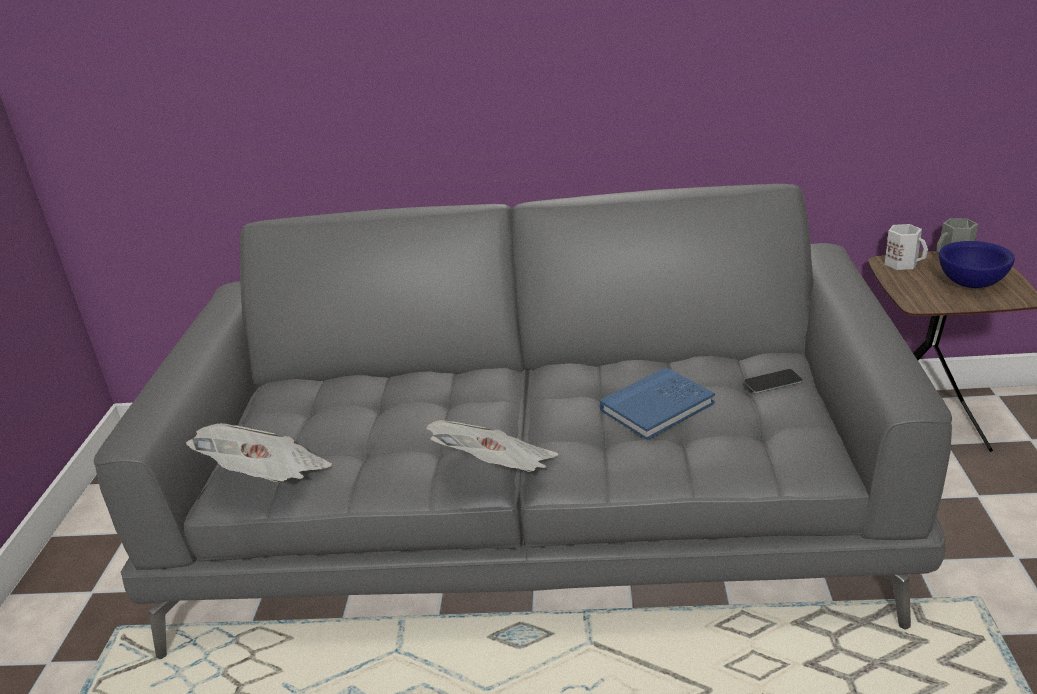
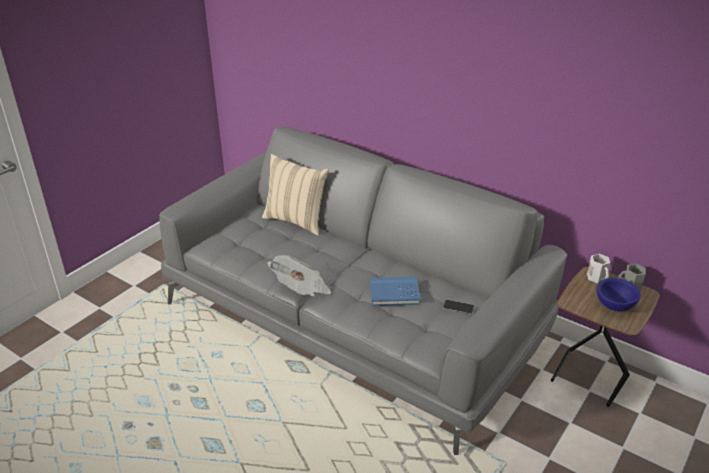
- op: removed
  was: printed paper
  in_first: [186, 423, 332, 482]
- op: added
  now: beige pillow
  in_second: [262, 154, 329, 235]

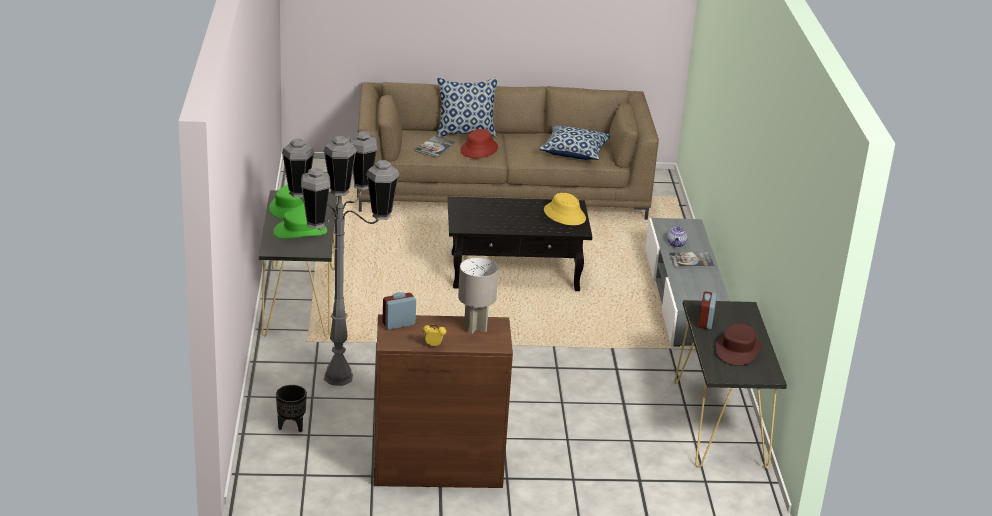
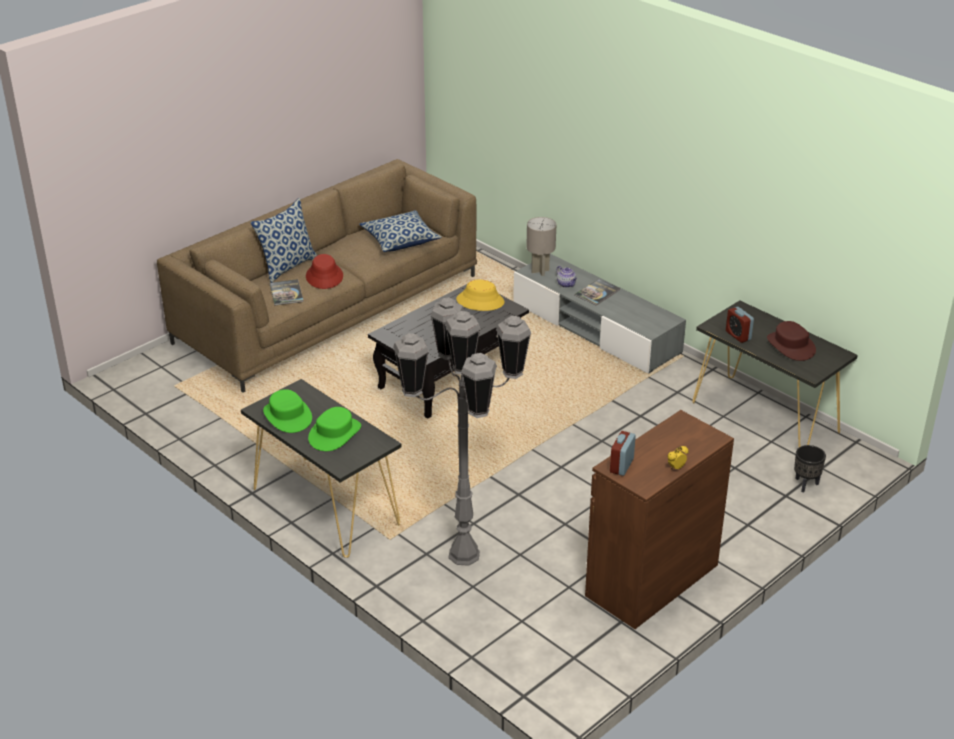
- op: moved
  was: black-coloured plant pot
  in_first: [276, 385, 307, 432]
  in_second: [794, 445, 826, 493]
- op: moved
  was: gray tabletop lamp
  in_first: [458, 257, 498, 334]
  in_second: [526, 217, 556, 276]

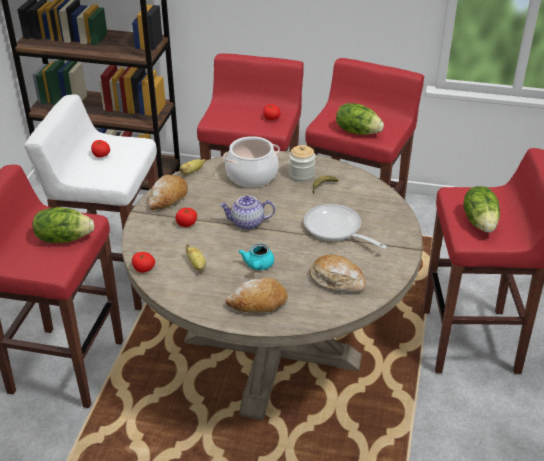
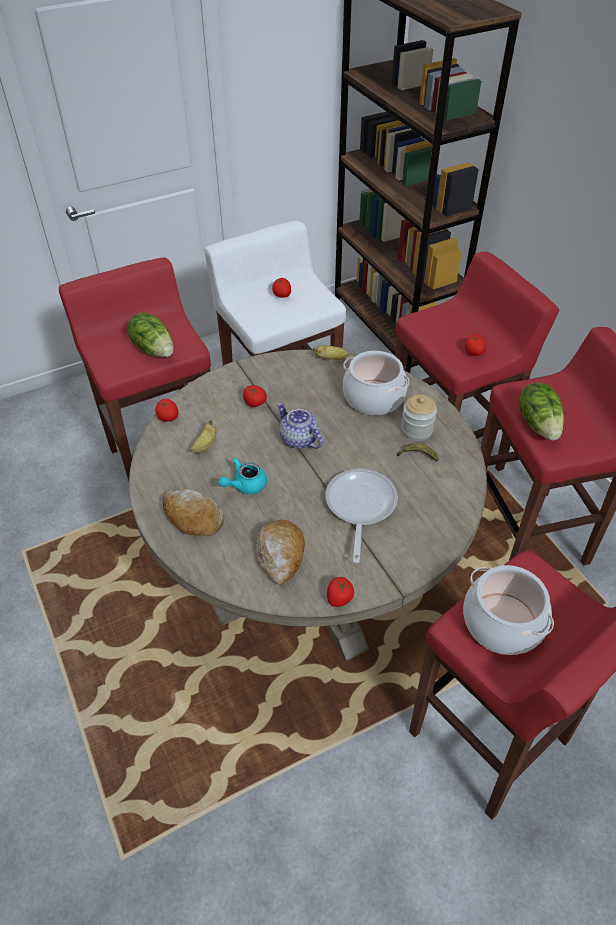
- op: removed
  was: bakery bread
  in_first: [148, 175, 188, 210]
- op: added
  now: whole tomato
  in_second: [327, 577, 354, 607]
- op: replaced
  was: head of lettuce
  now: stockpot
  in_first: [463, 186, 500, 233]
  in_second: [463, 565, 554, 655]

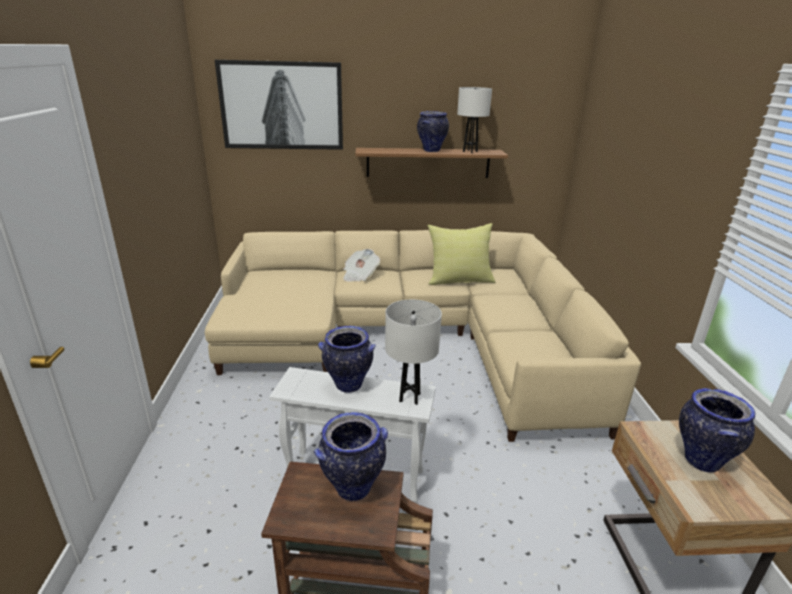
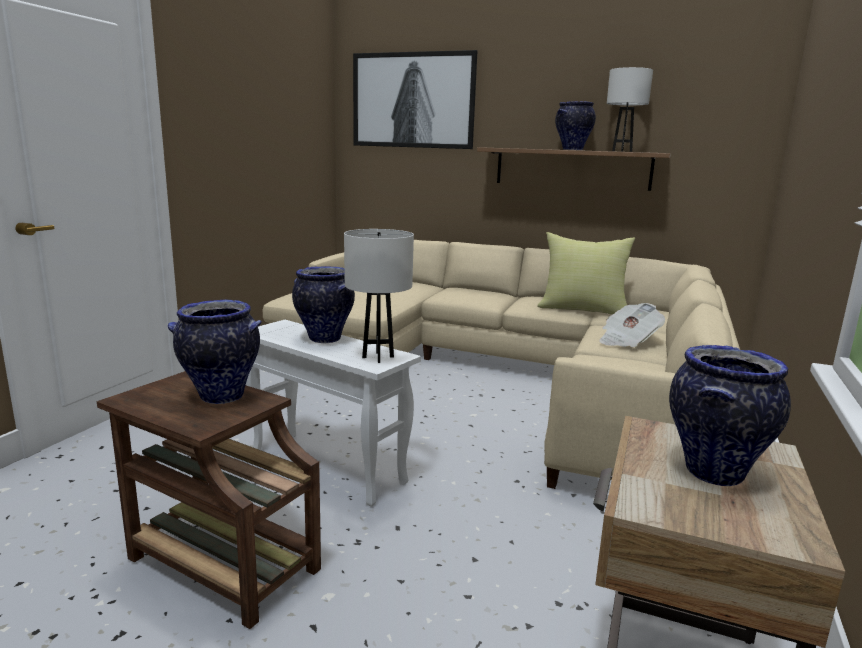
- op: moved
  was: printed paper
  in_first: [343, 249, 380, 282]
  in_second: [599, 303, 665, 347]

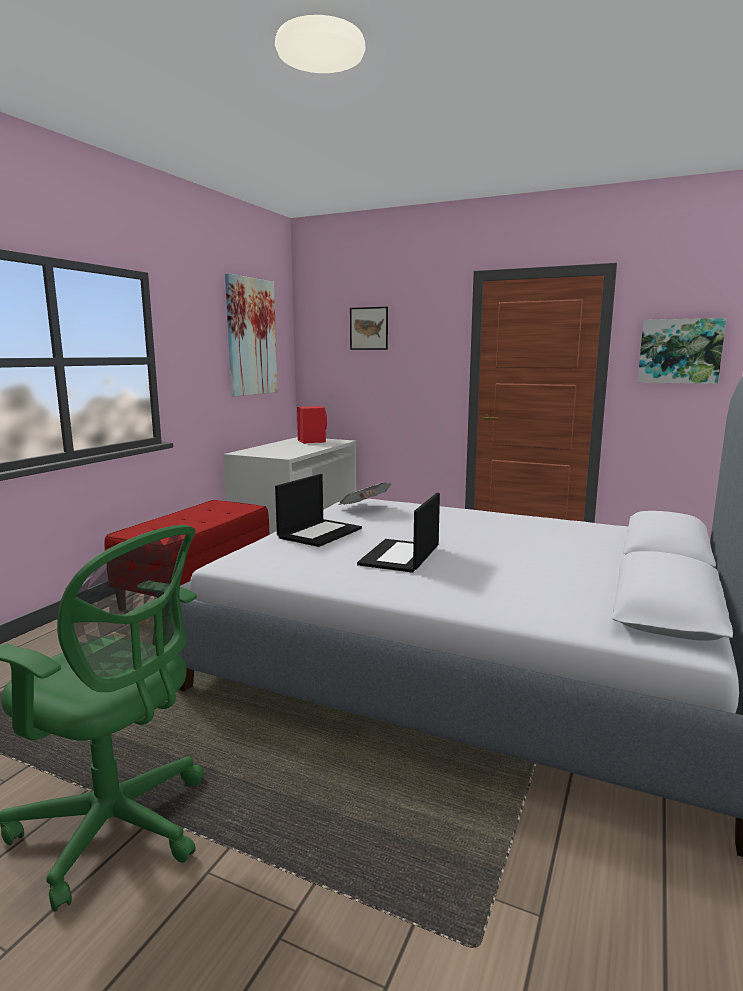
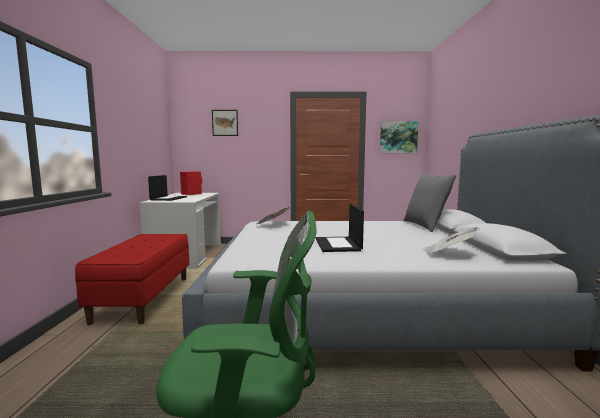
- op: removed
  was: wall art
  in_first: [225, 273, 278, 397]
- op: added
  now: gray pillow
  in_second: [404, 173, 456, 232]
- op: added
  now: printed paper
  in_second: [423, 227, 480, 254]
- op: moved
  was: notebook computer
  in_first: [275, 474, 362, 547]
  in_second: [148, 175, 187, 201]

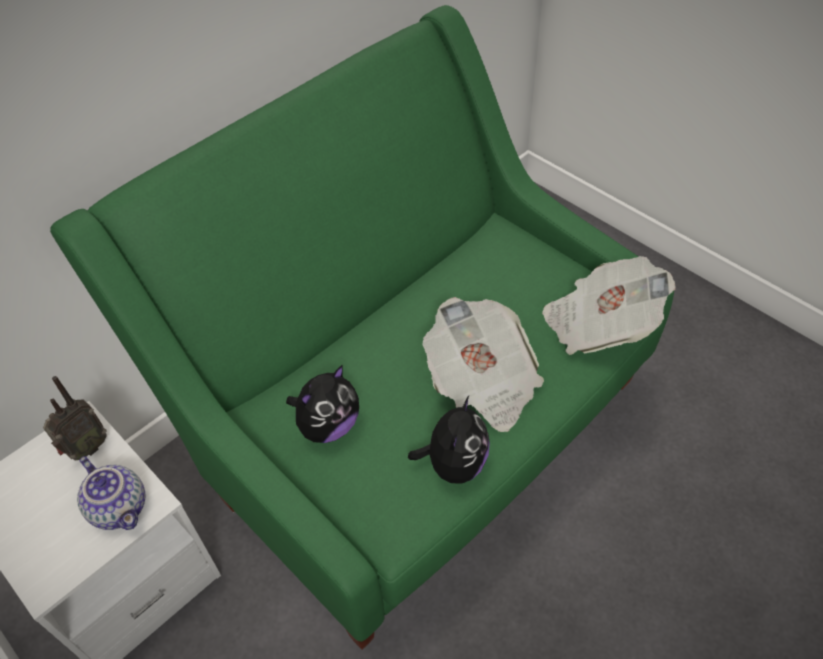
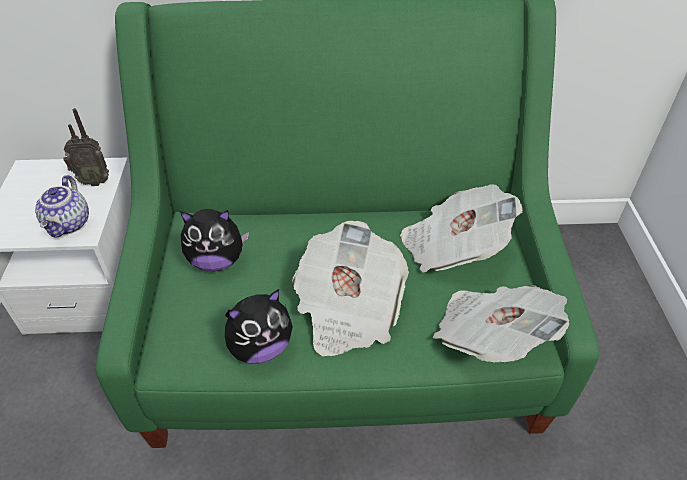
- op: added
  now: printed paper
  in_second: [400, 184, 523, 273]

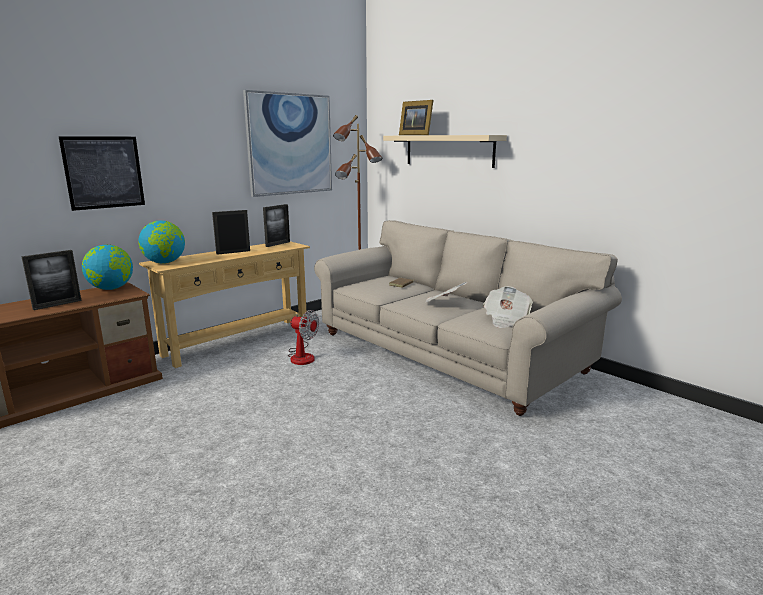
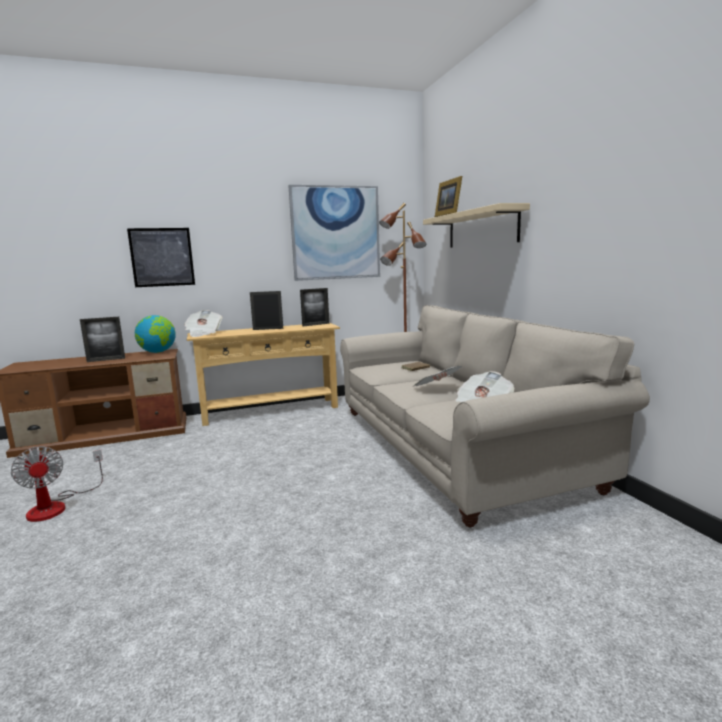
- op: moved
  was: cooling fan
  in_first: [288, 310, 319, 365]
  in_second: [11, 447, 103, 522]
- op: replaced
  was: world globe
  now: printed paper
  in_first: [138, 221, 185, 264]
  in_second: [184, 310, 223, 337]

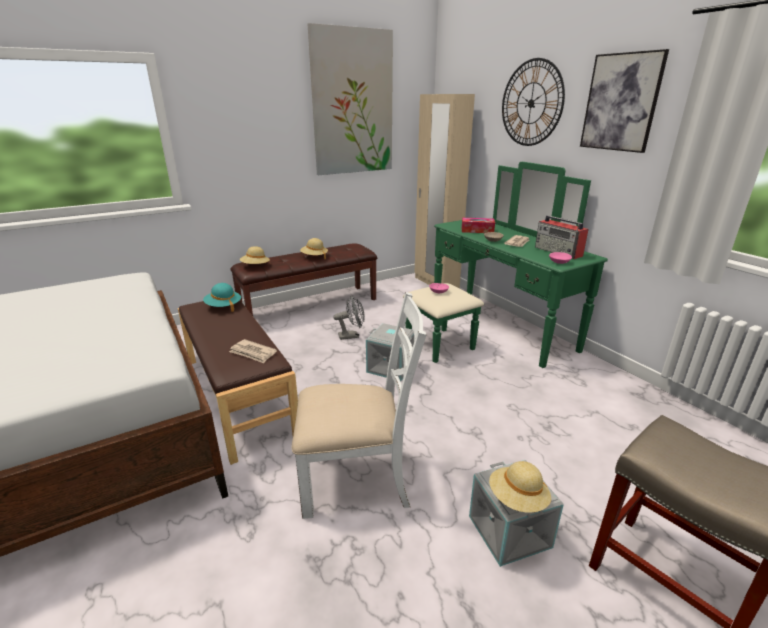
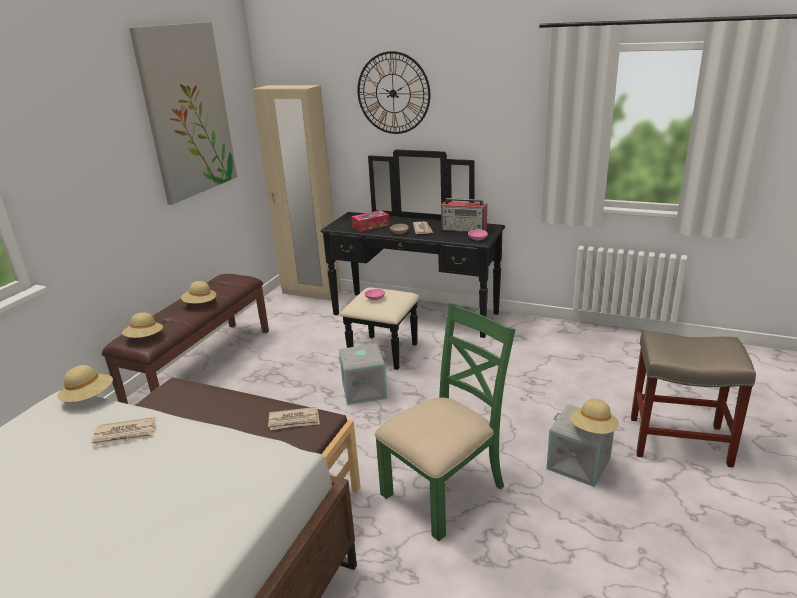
- op: removed
  was: turquoise-coloured clothing hat
  in_first: [203, 283, 241, 312]
- op: removed
  was: gray cooling fan
  in_first: [333, 296, 365, 340]
- op: removed
  was: wall art
  in_first: [580, 49, 669, 153]
- op: added
  now: beige clothing hat
  in_second: [58, 365, 113, 402]
- op: added
  now: printed paper
  in_second: [91, 417, 156, 447]
- op: recoloured
  was: whitish chair
  now: green-coloured chair
  in_first: [292, 292, 427, 519]
  in_second: [375, 303, 516, 541]
- op: recoloured
  was: green-coloured chest of drawers
  now: black-coloured chest of drawers
  in_first: [403, 162, 608, 368]
  in_second: [320, 150, 505, 370]

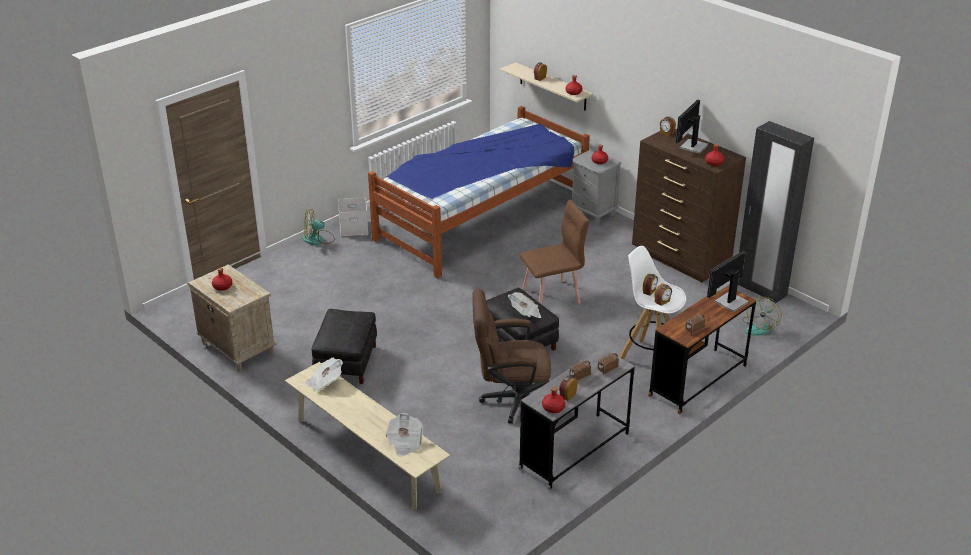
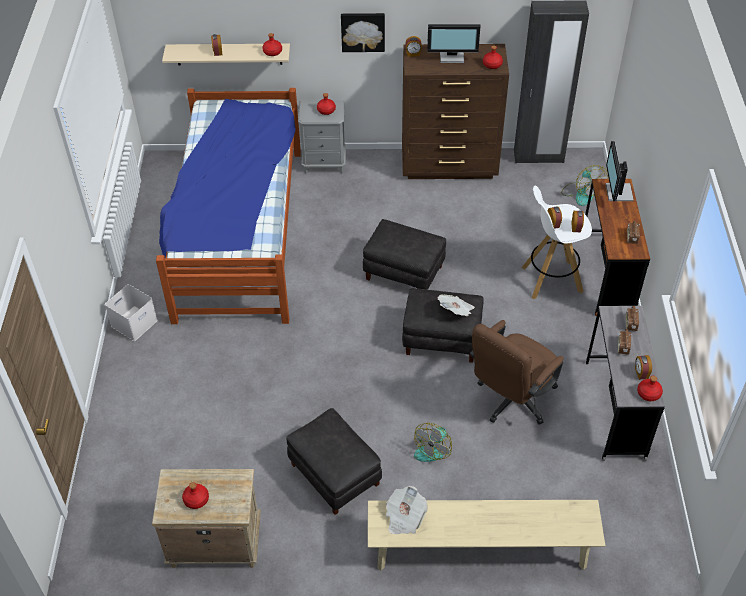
- op: removed
  was: printed paper
  in_first: [386, 413, 423, 457]
- op: added
  now: wall art
  in_second: [341, 13, 385, 52]
- op: moved
  was: cooling fan
  in_first: [303, 208, 335, 245]
  in_second: [414, 423, 452, 462]
- op: replaced
  was: brownish chair
  now: black-coloured pouffe
  in_first: [519, 200, 589, 304]
  in_second: [363, 219, 446, 290]
- op: turned
  was: computer screen
  in_first: [676, 100, 708, 154]
  in_second: [427, 24, 480, 63]
  clockwise: -75

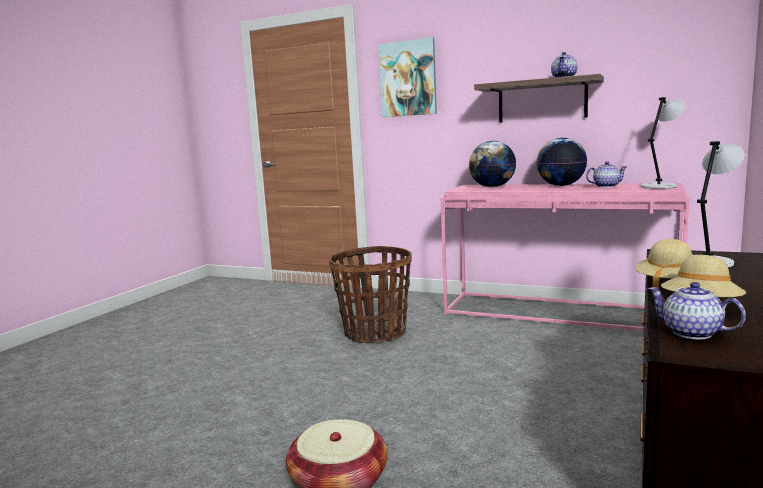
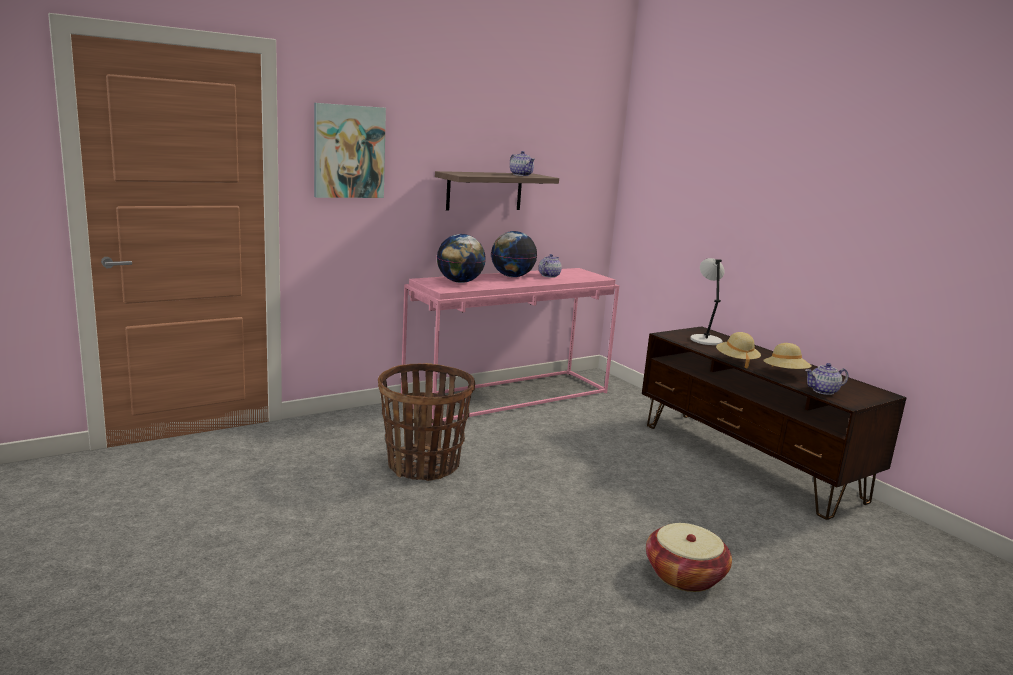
- op: removed
  was: gray tabletop lamp
  in_first: [640, 97, 685, 189]

